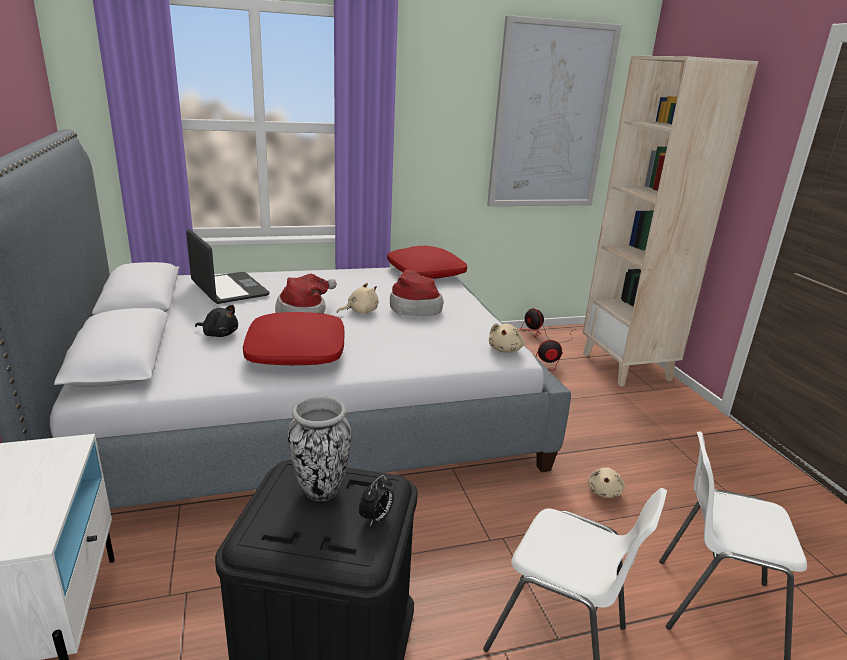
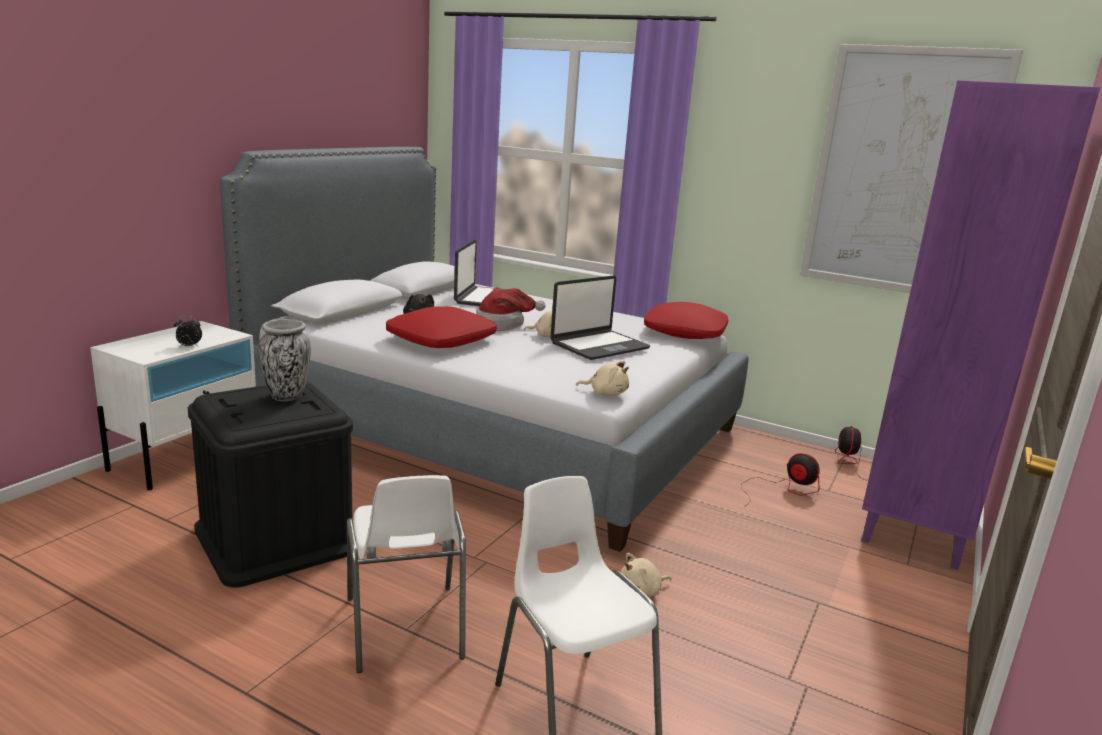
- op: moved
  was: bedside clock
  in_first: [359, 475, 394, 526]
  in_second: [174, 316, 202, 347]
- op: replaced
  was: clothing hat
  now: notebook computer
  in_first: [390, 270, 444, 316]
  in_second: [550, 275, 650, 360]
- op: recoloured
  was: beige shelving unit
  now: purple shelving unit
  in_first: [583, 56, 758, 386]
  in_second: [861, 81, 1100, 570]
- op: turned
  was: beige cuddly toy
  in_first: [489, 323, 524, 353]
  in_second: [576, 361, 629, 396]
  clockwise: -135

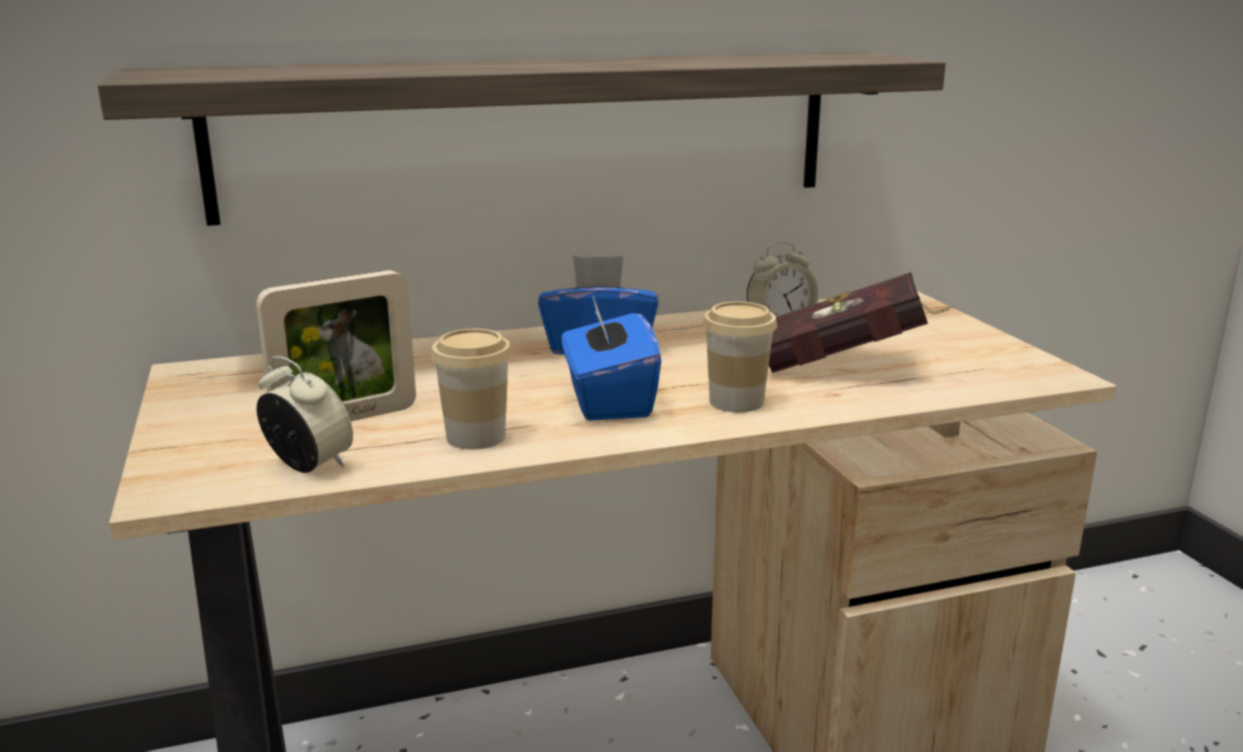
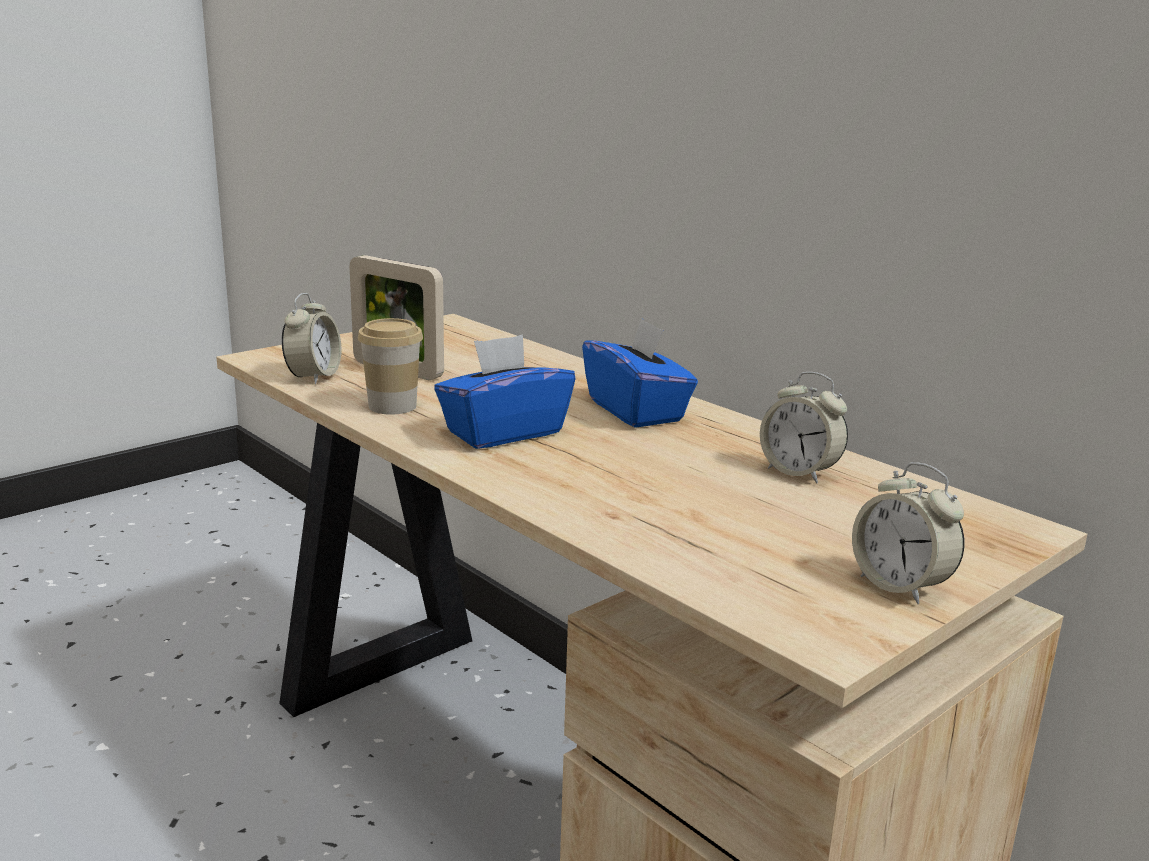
- op: removed
  was: shelf
  in_first: [98, 52, 946, 226]
- op: removed
  was: cup
  in_first: [703, 302, 777, 412]
- op: removed
  was: reddish volume
  in_first: [769, 272, 955, 373]
- op: added
  now: bedside clock
  in_second: [852, 462, 964, 604]

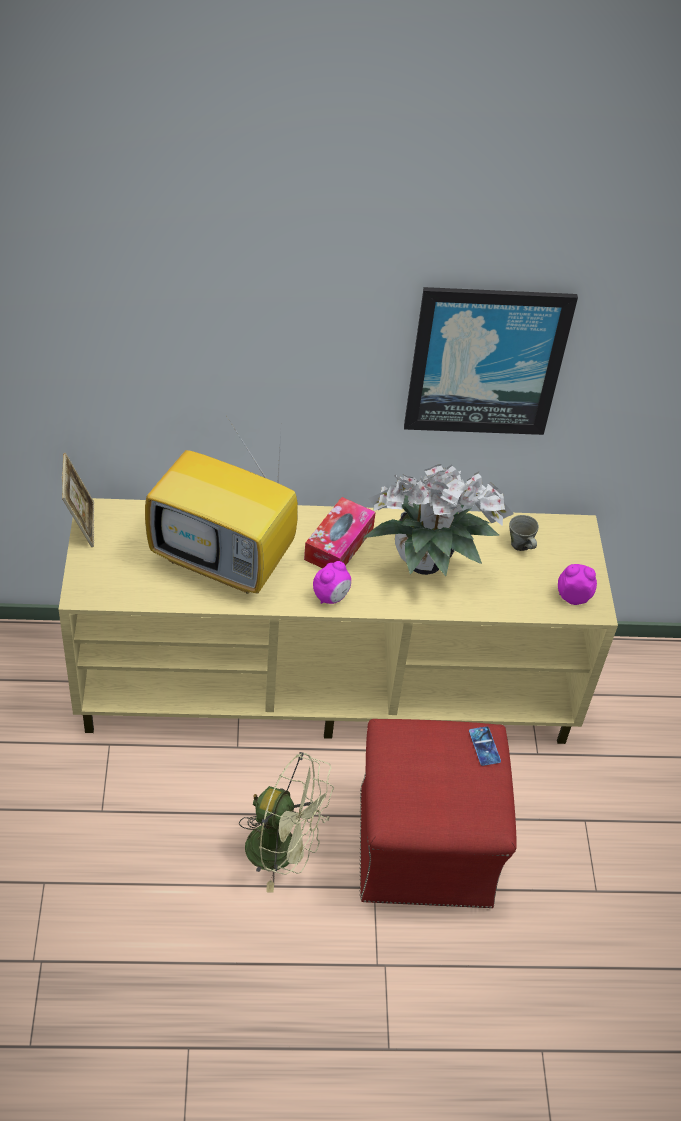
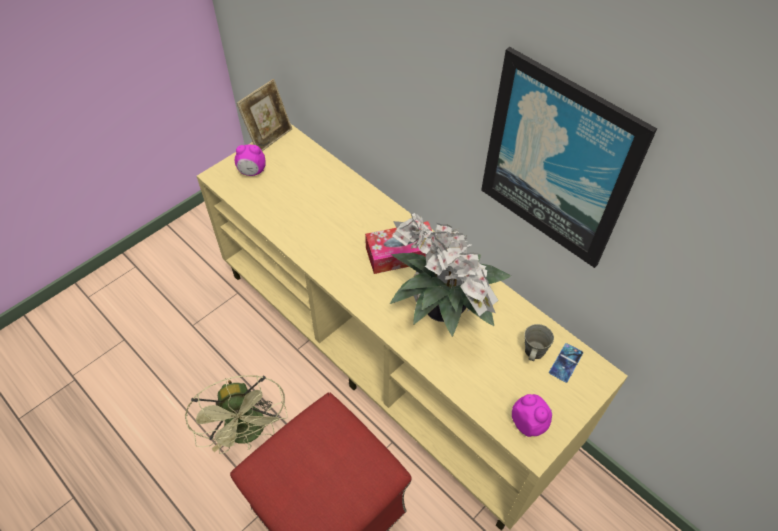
- op: removed
  was: television
  in_first: [145, 420, 298, 594]
- op: moved
  was: bedside clock
  in_first: [313, 561, 351, 604]
  in_second: [235, 145, 266, 176]
- op: moved
  was: phone
  in_first: [469, 726, 501, 766]
  in_second: [549, 343, 583, 383]

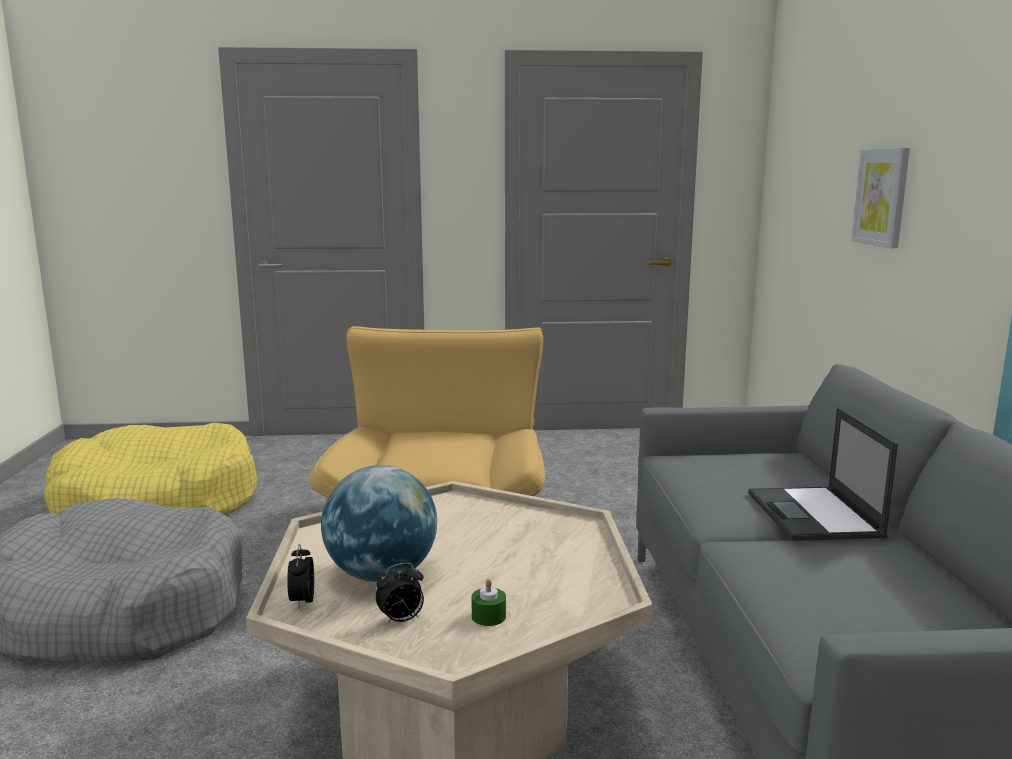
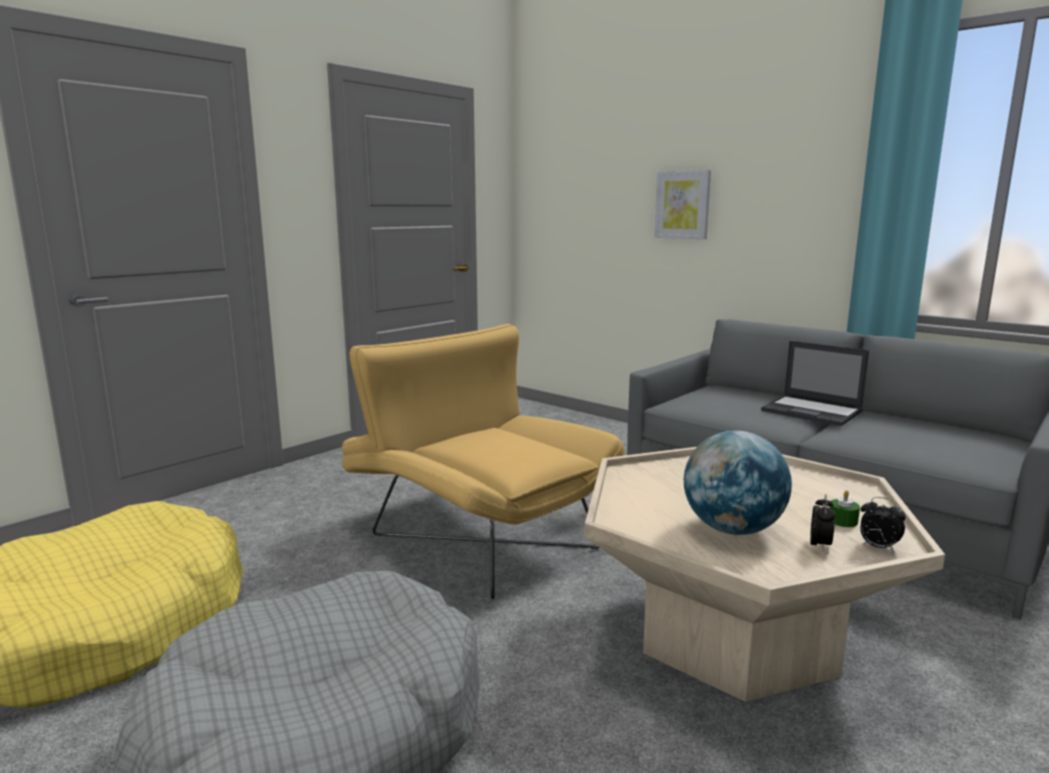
- op: moved
  was: bedside clock
  in_first: [287, 544, 314, 610]
  in_second: [860, 497, 906, 552]

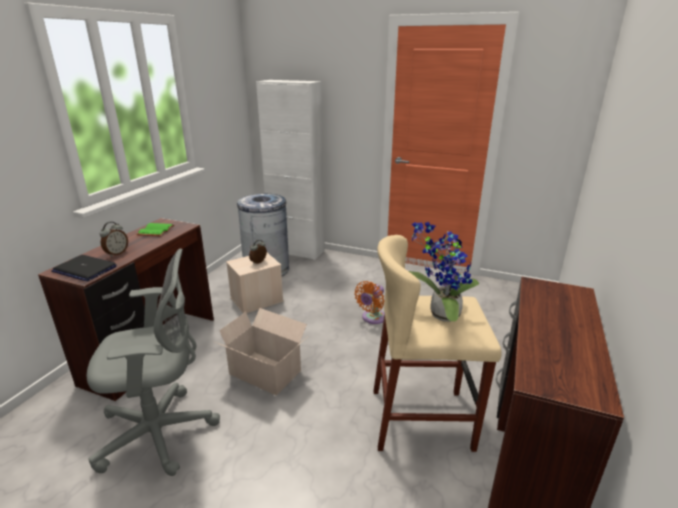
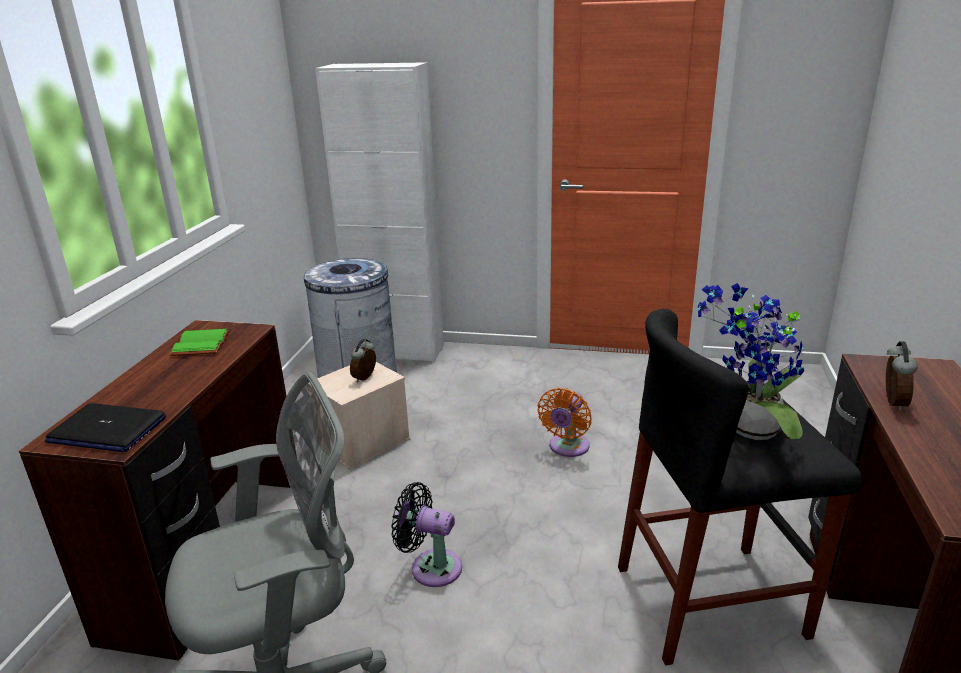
- op: moved
  was: bedside clock
  in_first: [100, 222, 128, 257]
  in_second: [886, 341, 917, 411]
- op: replaced
  was: packing box
  now: black-coloured cooling fan
  in_first: [215, 308, 307, 396]
  in_second: [391, 482, 462, 587]
- op: recoloured
  was: beige sitting stool
  now: black-coloured sitting stool
  in_first: [374, 235, 502, 452]
  in_second: [618, 309, 862, 666]

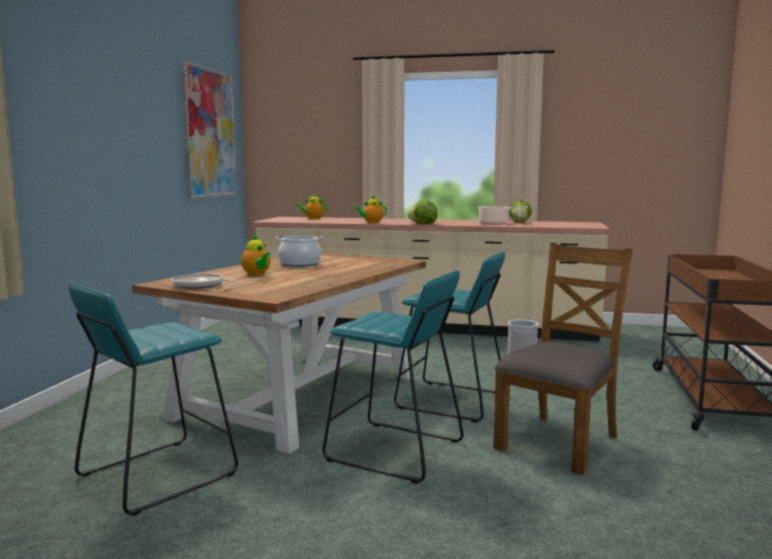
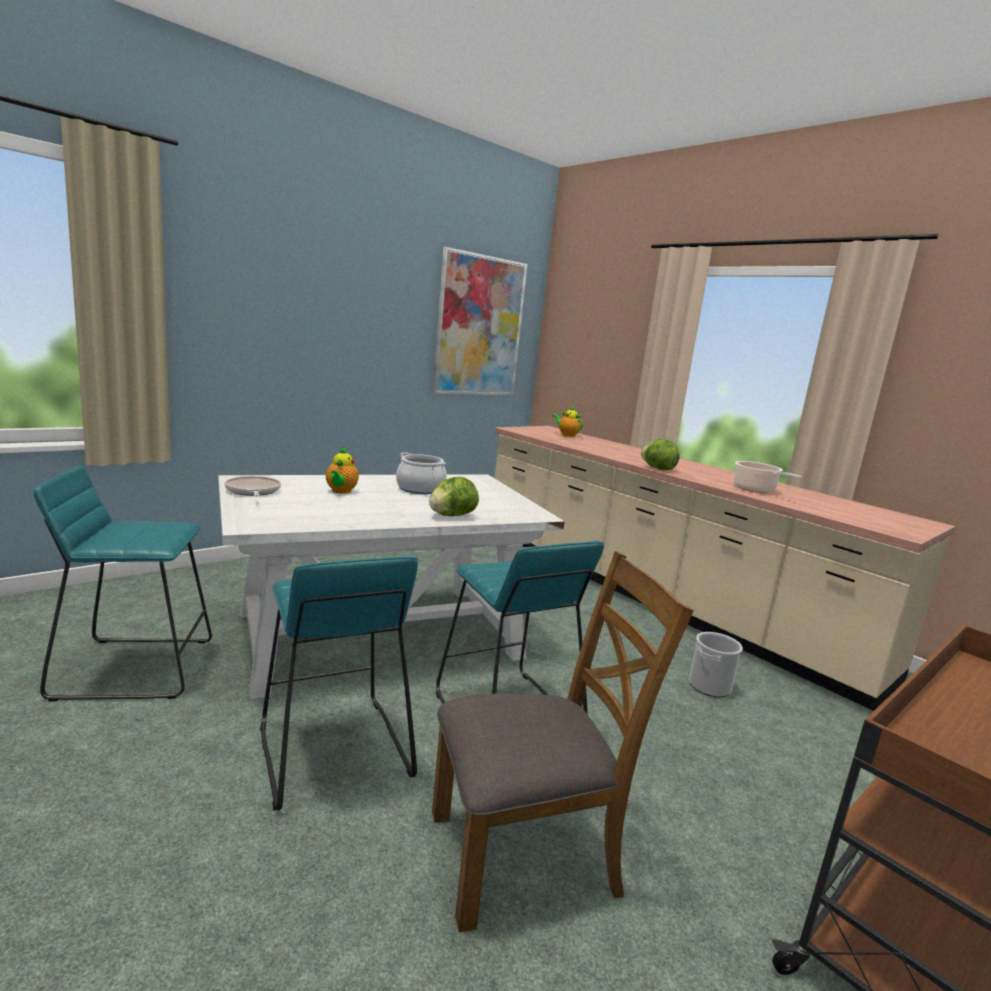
- op: removed
  was: pot for tea
  in_first: [353, 195, 387, 223]
- op: moved
  was: head of lettuce
  in_first: [509, 200, 532, 223]
  in_second: [429, 477, 479, 516]
- op: recoloured
  was: brownish dinner table
  now: whitish dinner table
  in_first: [132, 253, 426, 454]
  in_second: [218, 474, 565, 699]

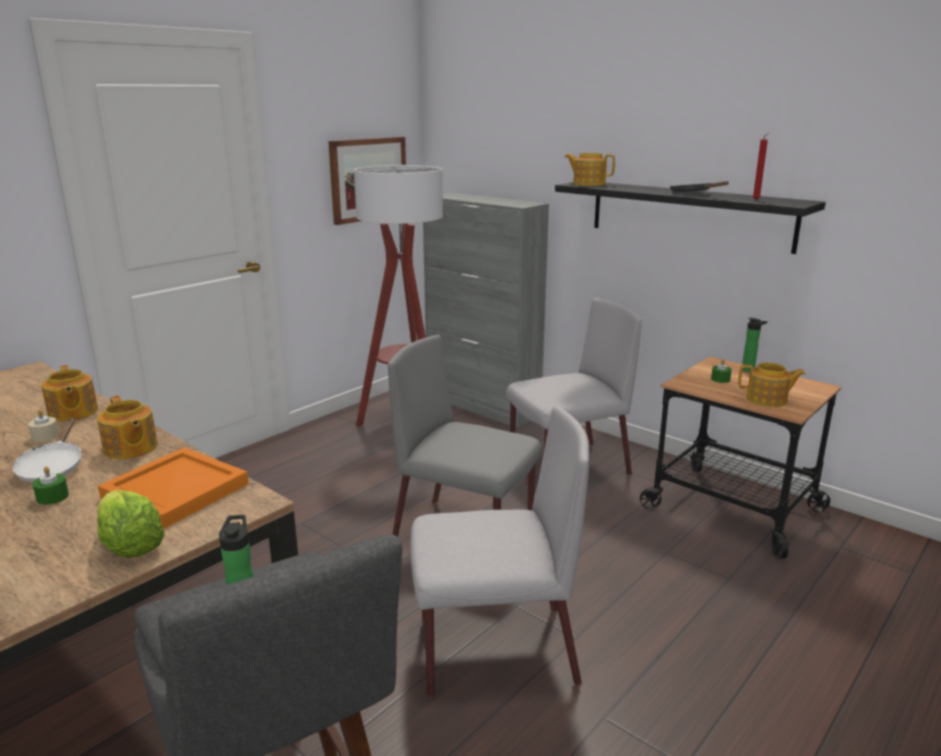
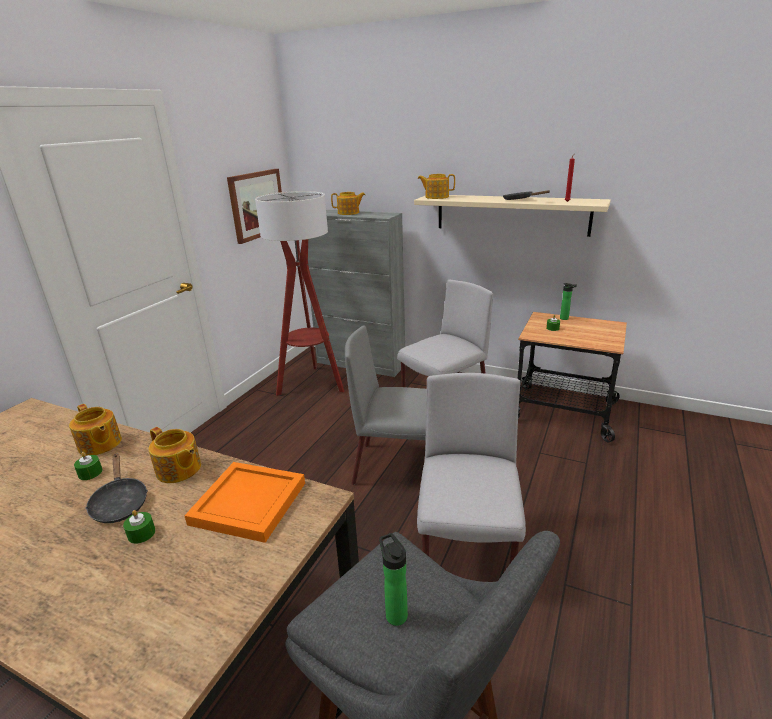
- op: removed
  was: head of lettuce
  in_first: [97, 489, 165, 558]
- op: moved
  was: pot for tea
  in_first: [738, 363, 806, 407]
  in_second: [331, 192, 365, 215]
- op: recoloured
  was: whitish frying pan
  now: black-coloured frying pan
  in_first: [12, 418, 82, 482]
  in_second: [85, 453, 148, 523]
- op: recoloured
  was: beige wax light
  now: green-coloured wax light
  in_first: [28, 409, 59, 442]
  in_second: [74, 452, 103, 480]
- op: recoloured
  was: black-coloured shelf
  now: beige shelf
  in_first: [555, 182, 826, 254]
  in_second: [414, 195, 611, 237]
- op: turned
  was: gray chair
  in_first: [411, 405, 589, 697]
  in_second: [417, 373, 526, 563]
  clockwise: -60

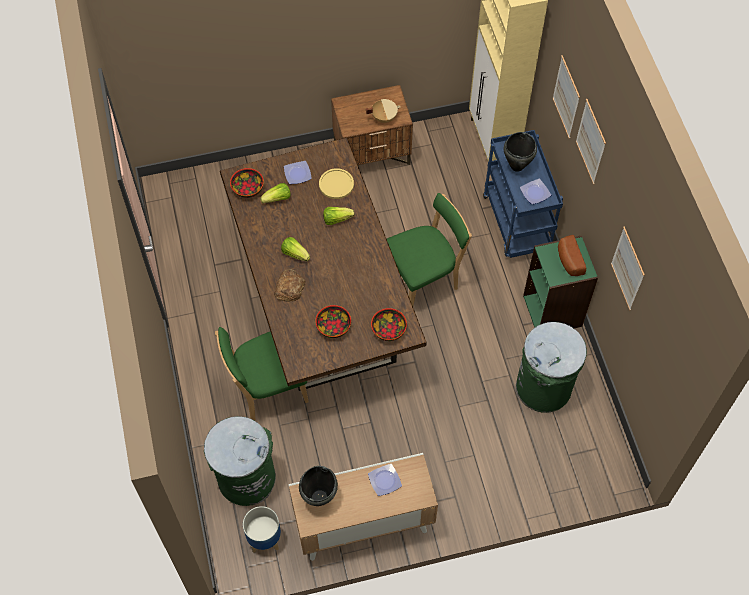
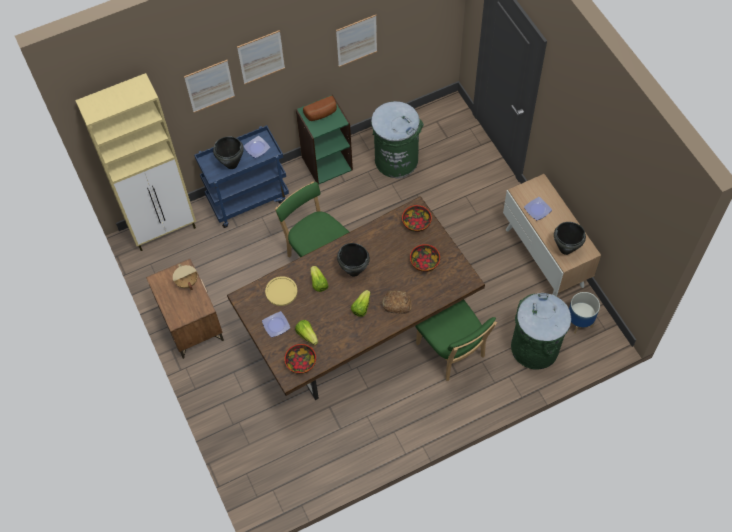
- op: added
  now: black-coloured stockpot
  in_second: [337, 243, 370, 277]

